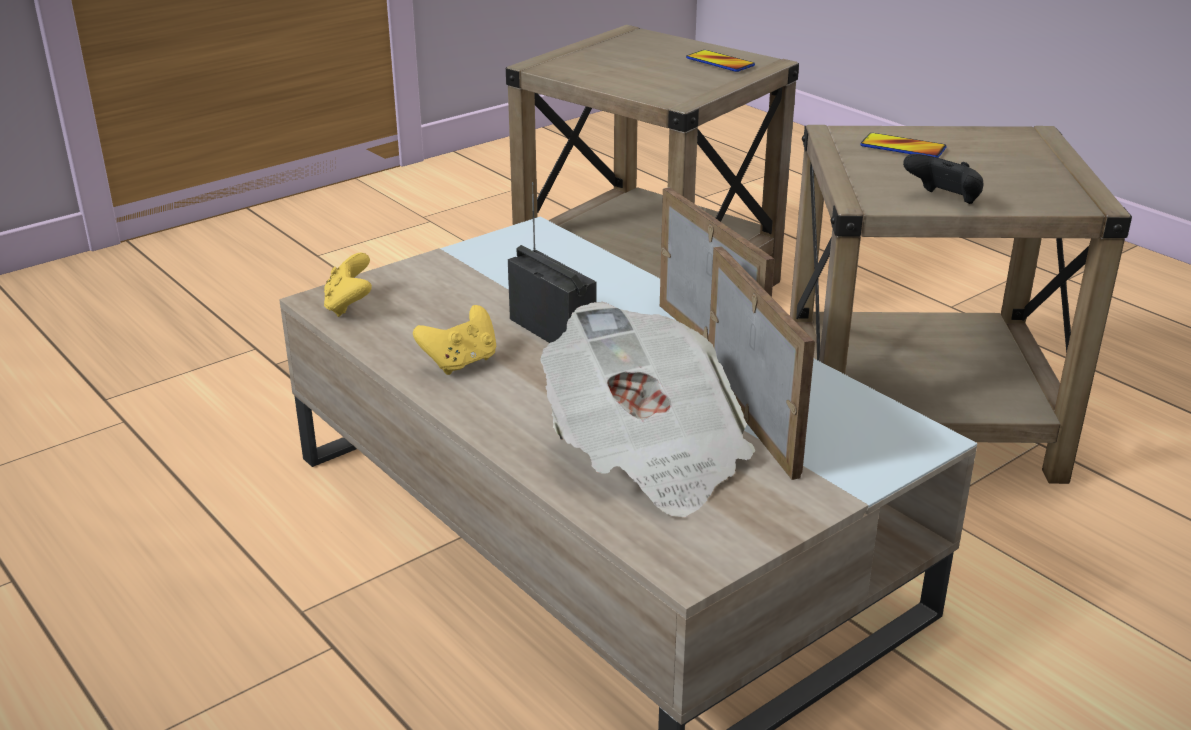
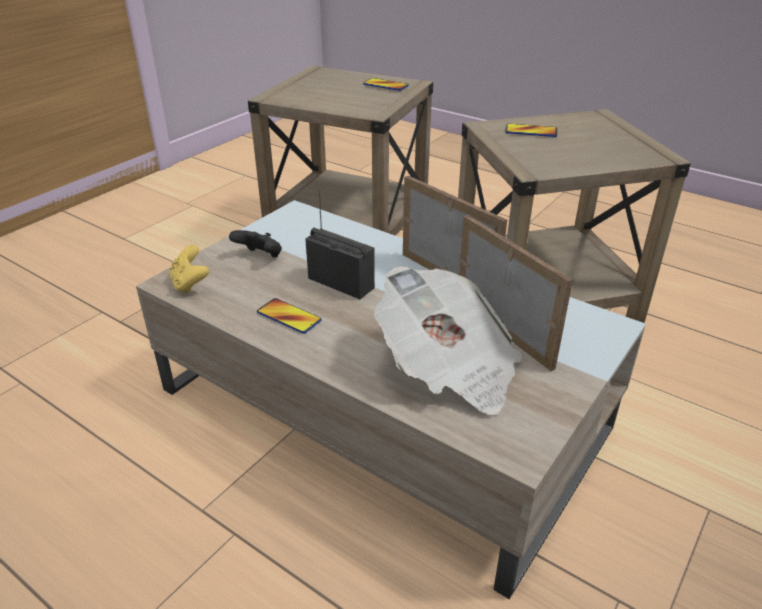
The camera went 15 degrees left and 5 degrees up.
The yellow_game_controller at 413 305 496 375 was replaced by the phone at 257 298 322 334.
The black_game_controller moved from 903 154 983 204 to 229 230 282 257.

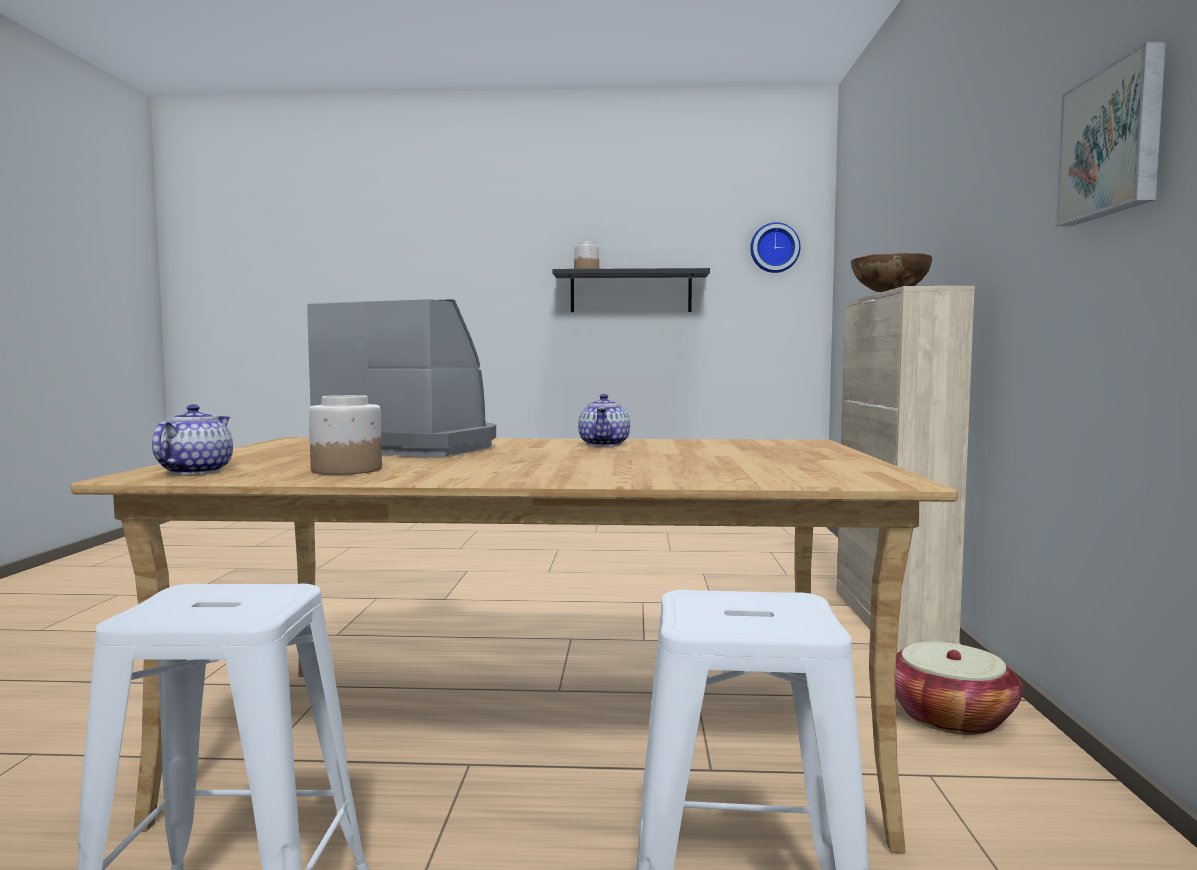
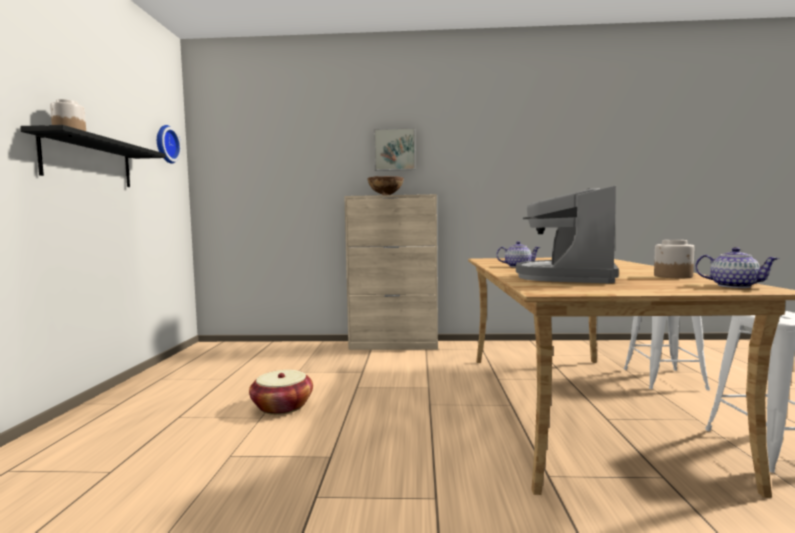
The camera went 90 degrees left and 0 degrees up.
The teapot at 152 404 233 475 turned 150 degrees counterclockwise.
The basket moved from 895 642 1022 735 to 249 370 313 415.
The picture moved from 1055 41 1166 226 to 374 128 415 171.

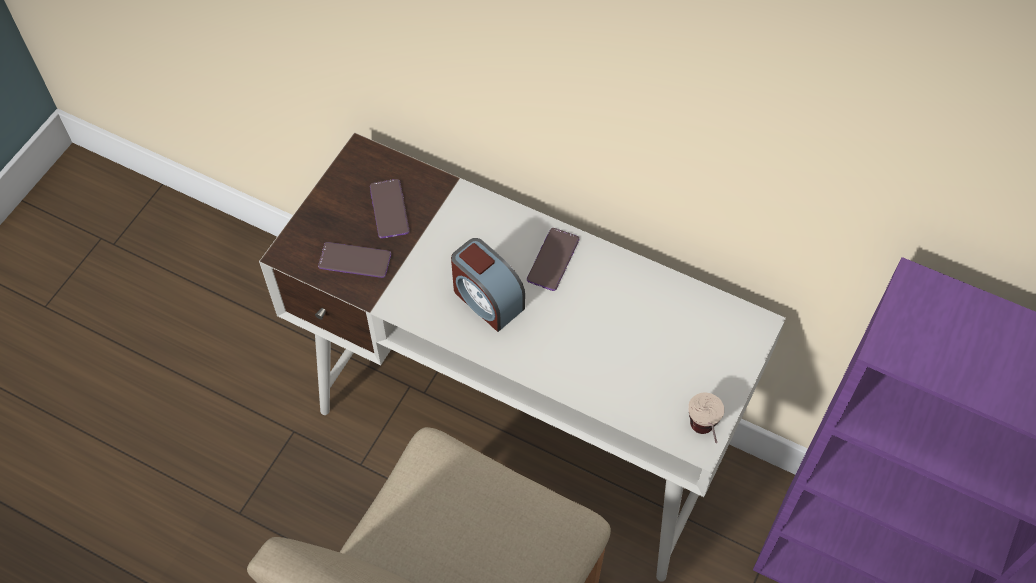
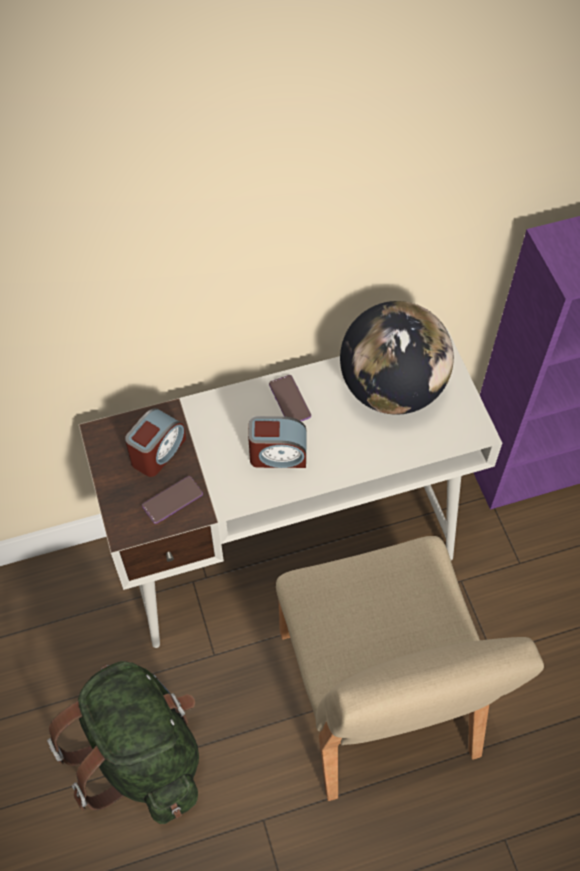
The camera went 45 degrees left and 0 degrees up.
The phone at 370 179 410 238 was replaced by the alarm_clock at 125 408 186 477.
The cup at 688 392 724 443 disappeared.
The green_backpack at 47 661 199 824 appeared.
The globe at 340 301 454 415 appeared.

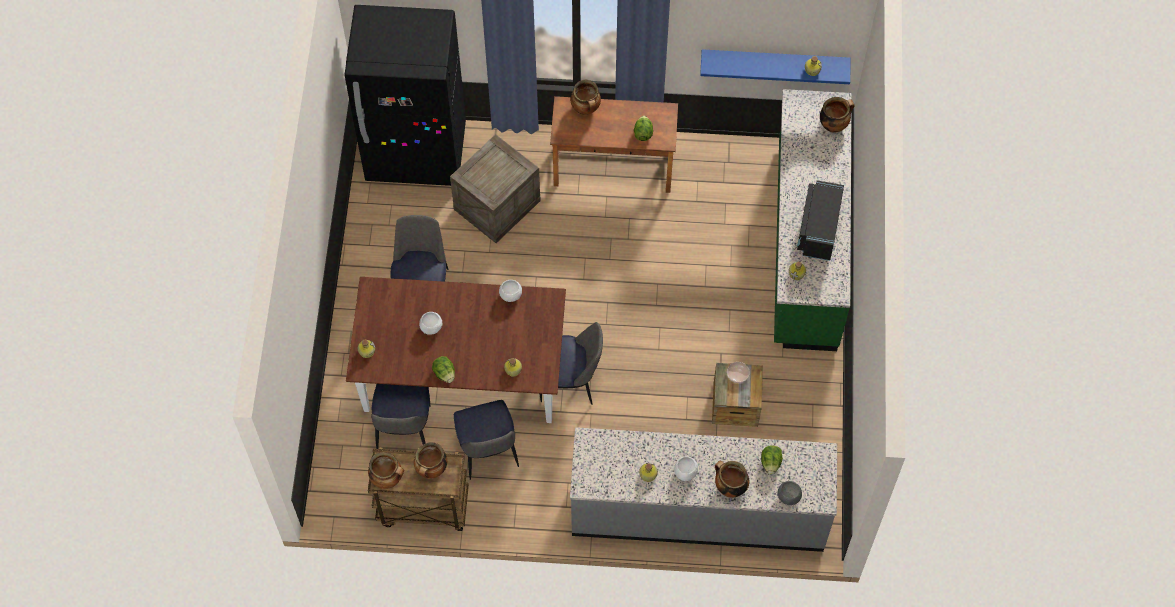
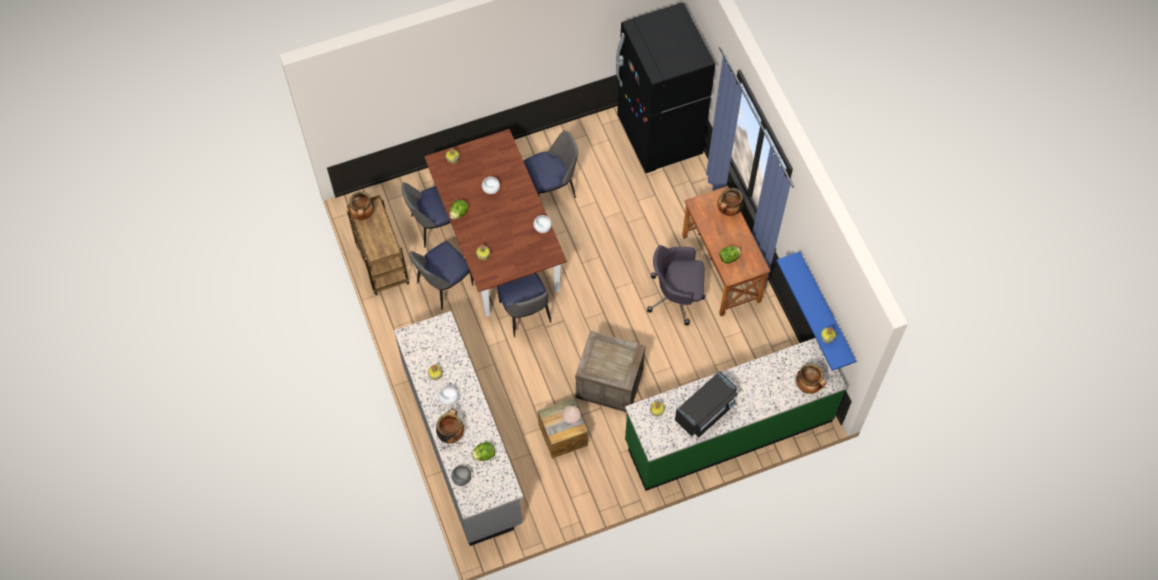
The camera went 65 degrees right and 0 degrees up.
The cooking_pot at 414 442 447 478 disappeared.
The crate moved from 450 134 541 243 to 575 331 645 412.
The black_microwave at 797 180 844 261 turned 150 degrees clockwise.
The grey_office_chair at 647 245 705 325 appeared.

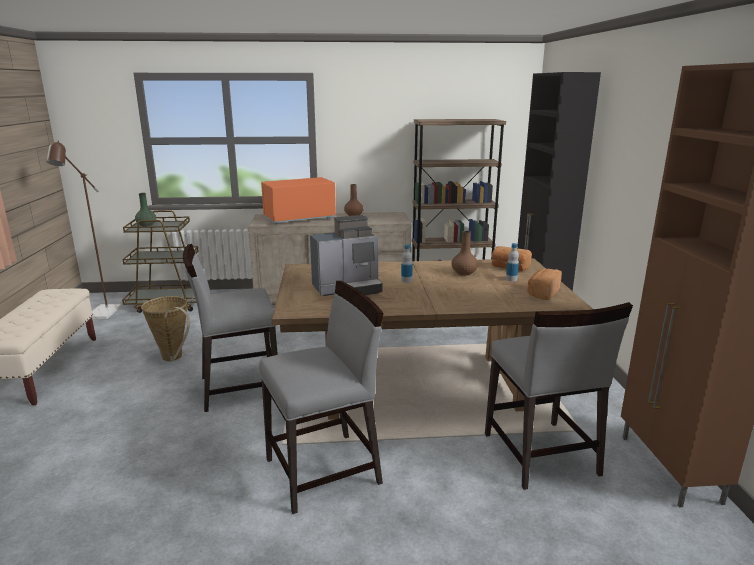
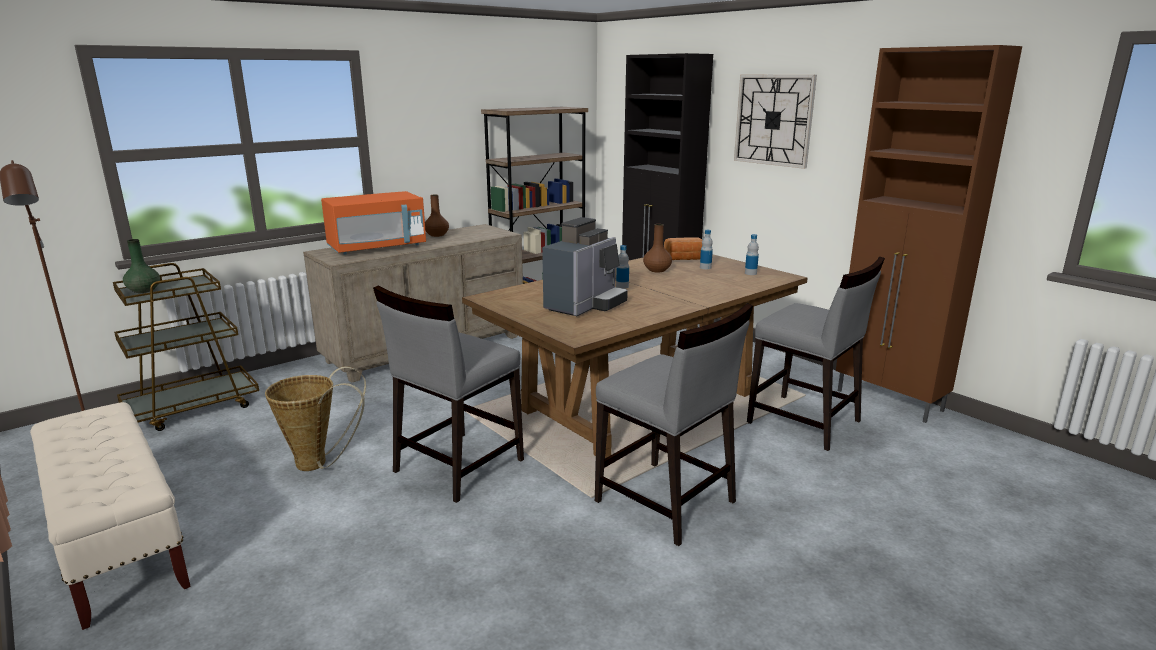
The camera went 35 degrees left and 0 degrees up.
The grey_chair at 259 281 383 514 turned 105 degrees clockwise.
The orange_microwave at 261 177 336 225 turned 150 degrees counterclockwise.
The bread at 527 269 562 300 was replaced by the bottle at 745 234 759 275.
The wall_clock at 734 75 817 169 appeared.

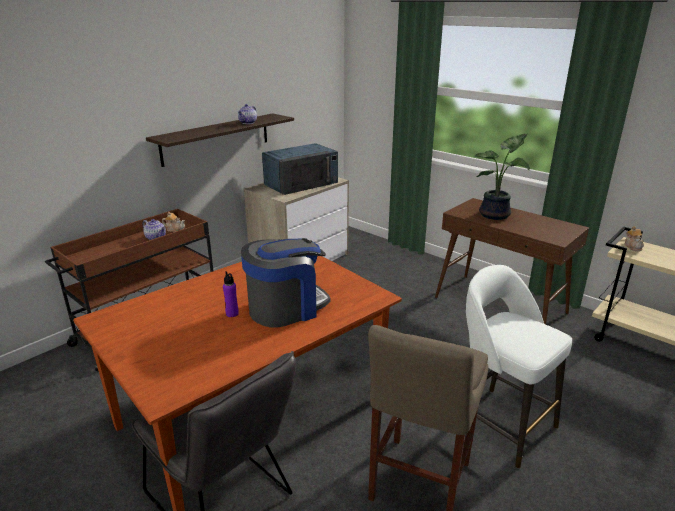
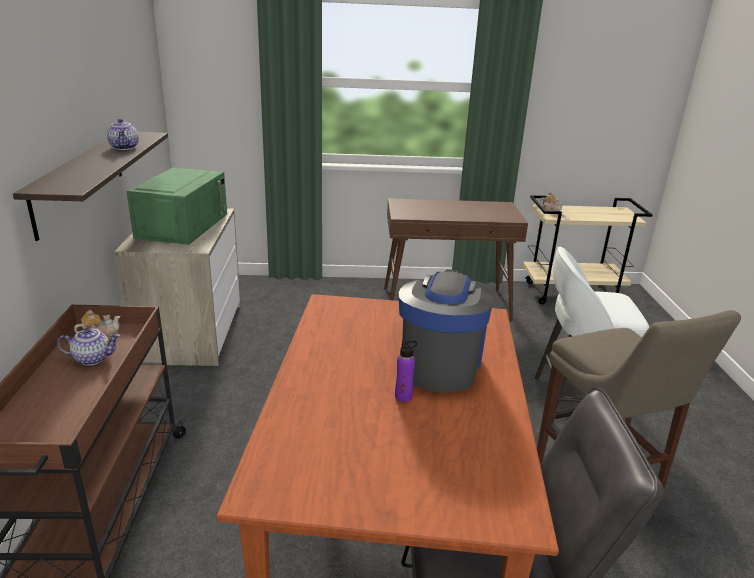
The camera went 45 degrees left and 0 degrees up.
The blue_microwave at 262 143 338 195 became the green_microwave at 127 167 227 245.
The potted_plant at 474 133 530 220 disappeared.

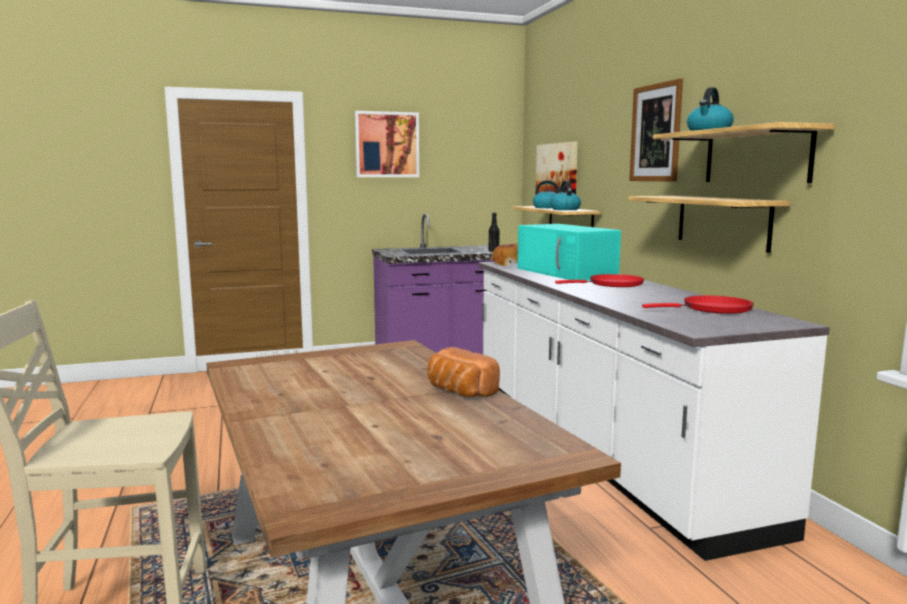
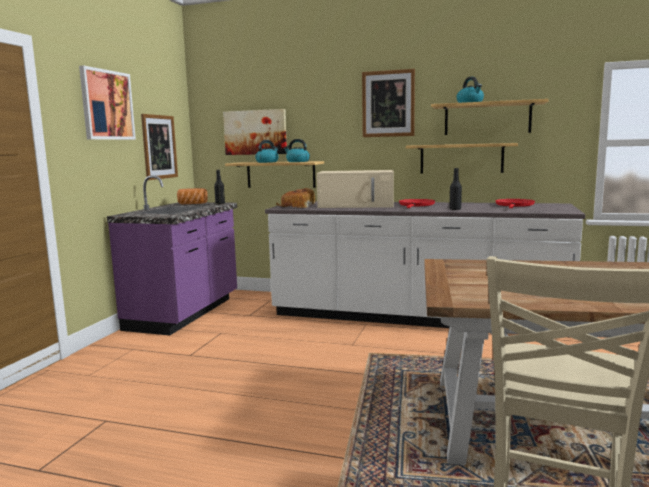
The camera went 55 degrees left and 0 degrees up.
The bread moved from 427 347 500 397 to 177 188 208 204.
The turquoise_microwave at 517 224 621 281 became the beige_microwave at 317 170 394 208.
The picture at 141 114 178 180 appeared.
The black_bottle at 449 168 462 210 appeared.

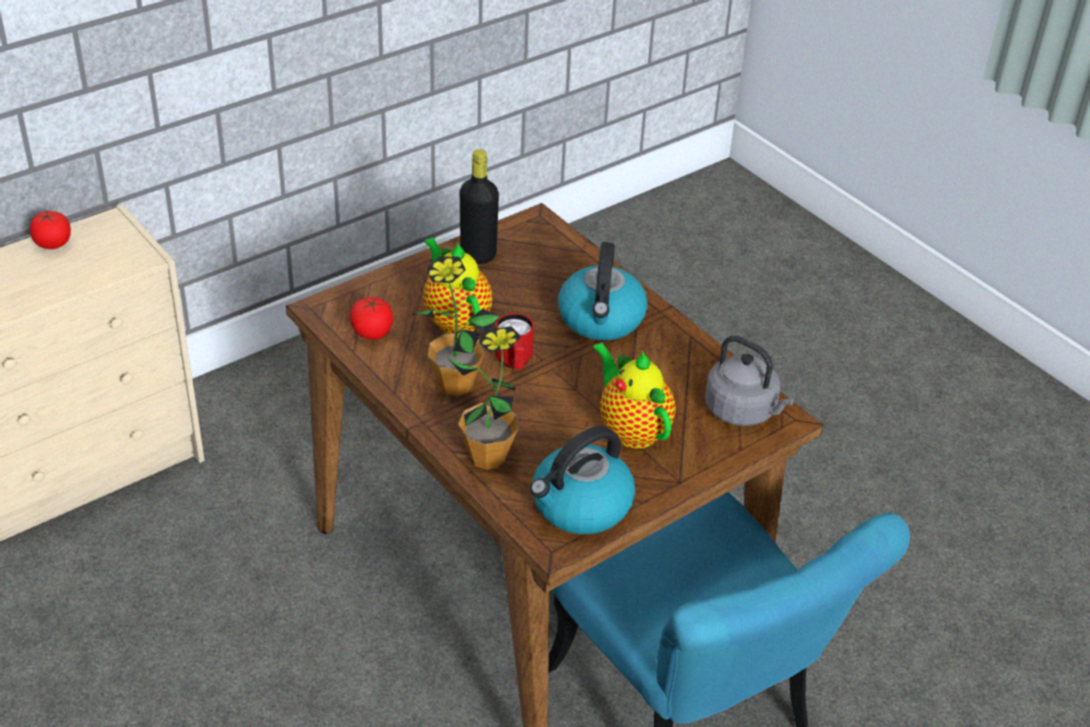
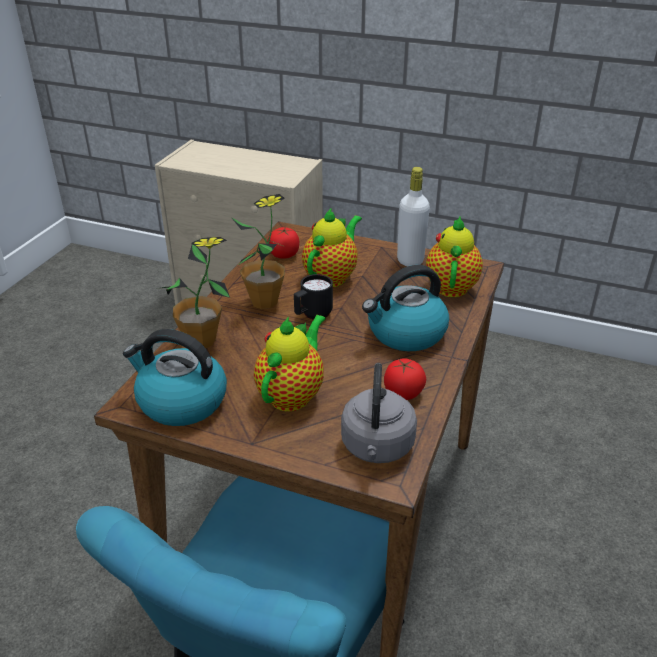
The camera went 60 degrees right and 5 degrees down.
The tomato moved from 30 211 71 249 to 384 358 426 400.
The black_bottle at 460 149 499 264 became the white_bottle at 397 167 430 266.
The red_mug at 495 313 534 370 became the black_mug at 294 274 333 320.
The teapot at 426 216 483 297 appeared.

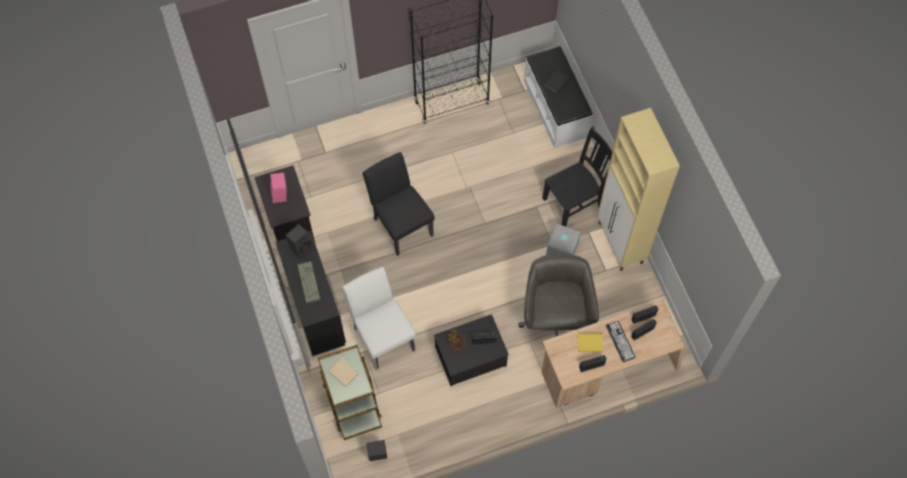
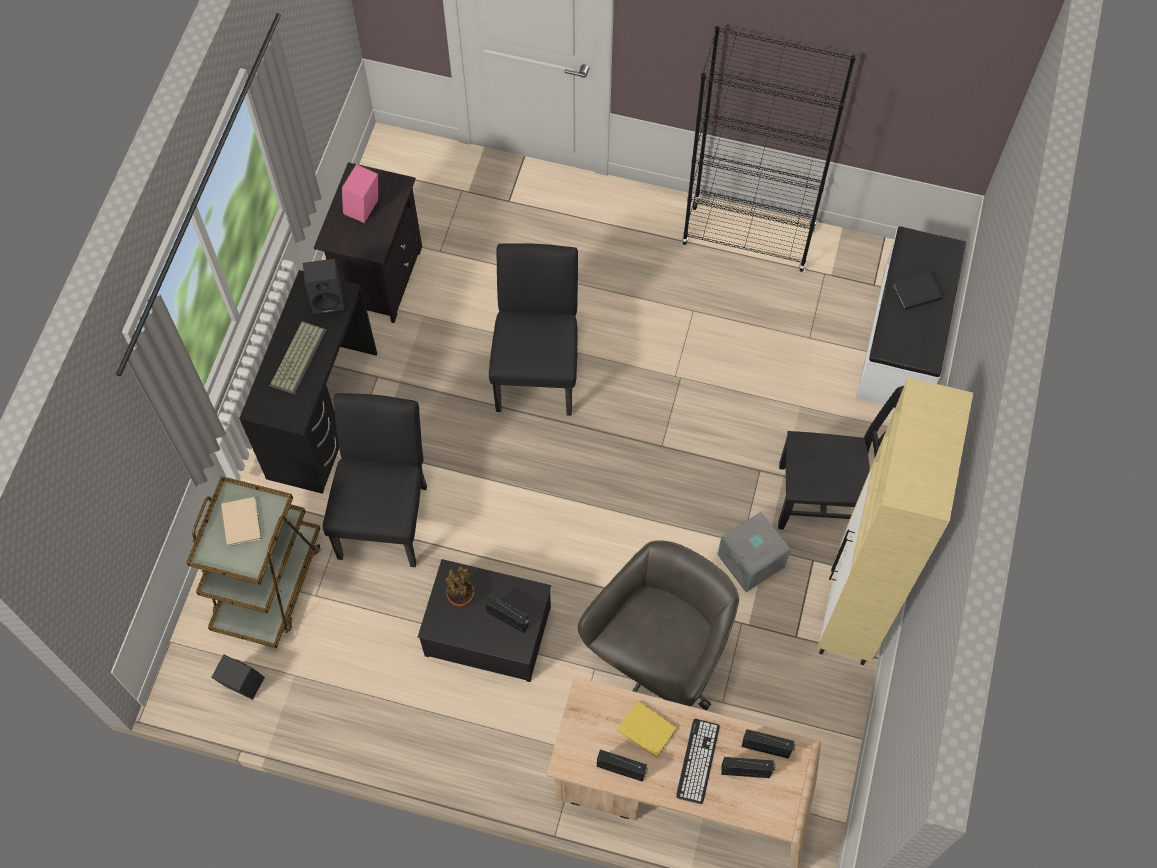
The camera went 35 degrees right and 0 degrees up.
The white_chair at 342 267 416 370 became the black_chair at 323 393 427 567.

